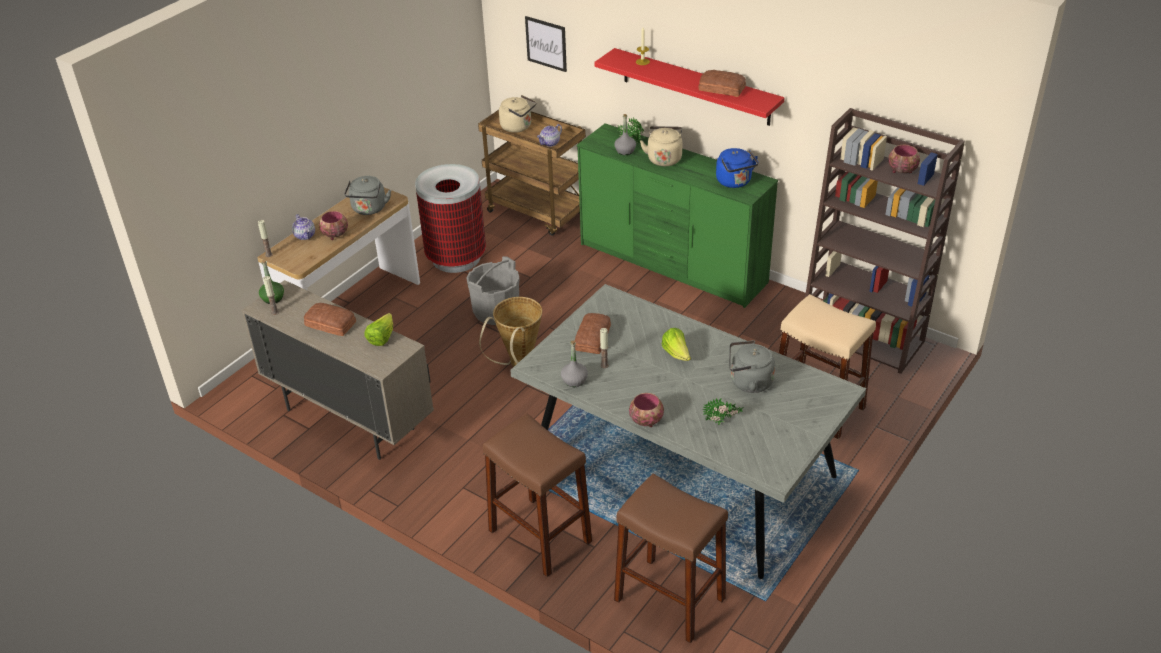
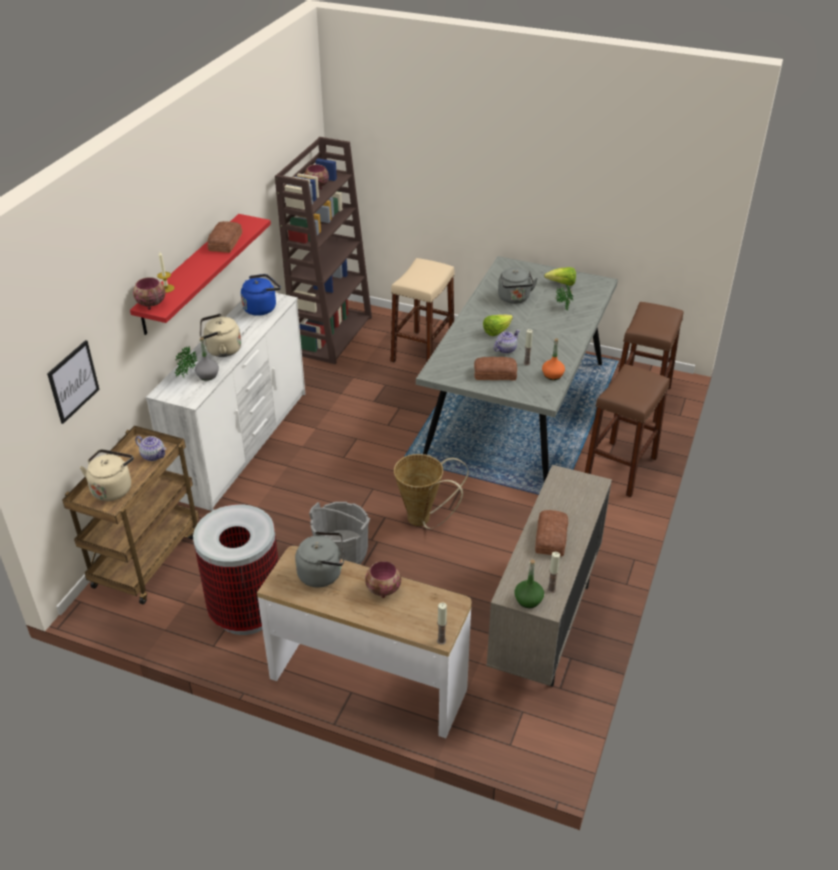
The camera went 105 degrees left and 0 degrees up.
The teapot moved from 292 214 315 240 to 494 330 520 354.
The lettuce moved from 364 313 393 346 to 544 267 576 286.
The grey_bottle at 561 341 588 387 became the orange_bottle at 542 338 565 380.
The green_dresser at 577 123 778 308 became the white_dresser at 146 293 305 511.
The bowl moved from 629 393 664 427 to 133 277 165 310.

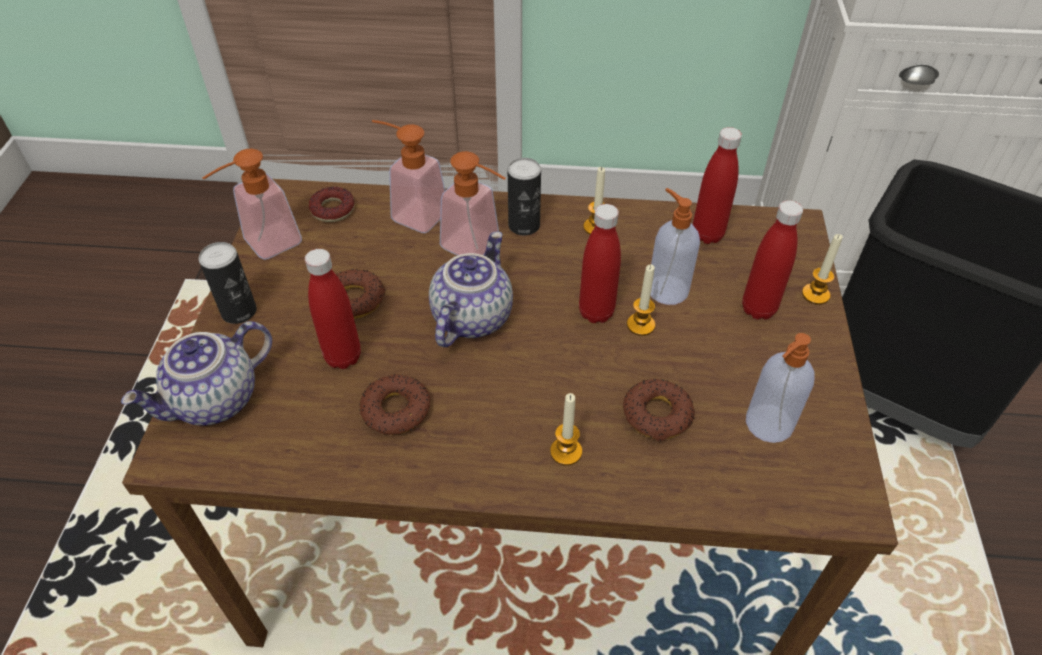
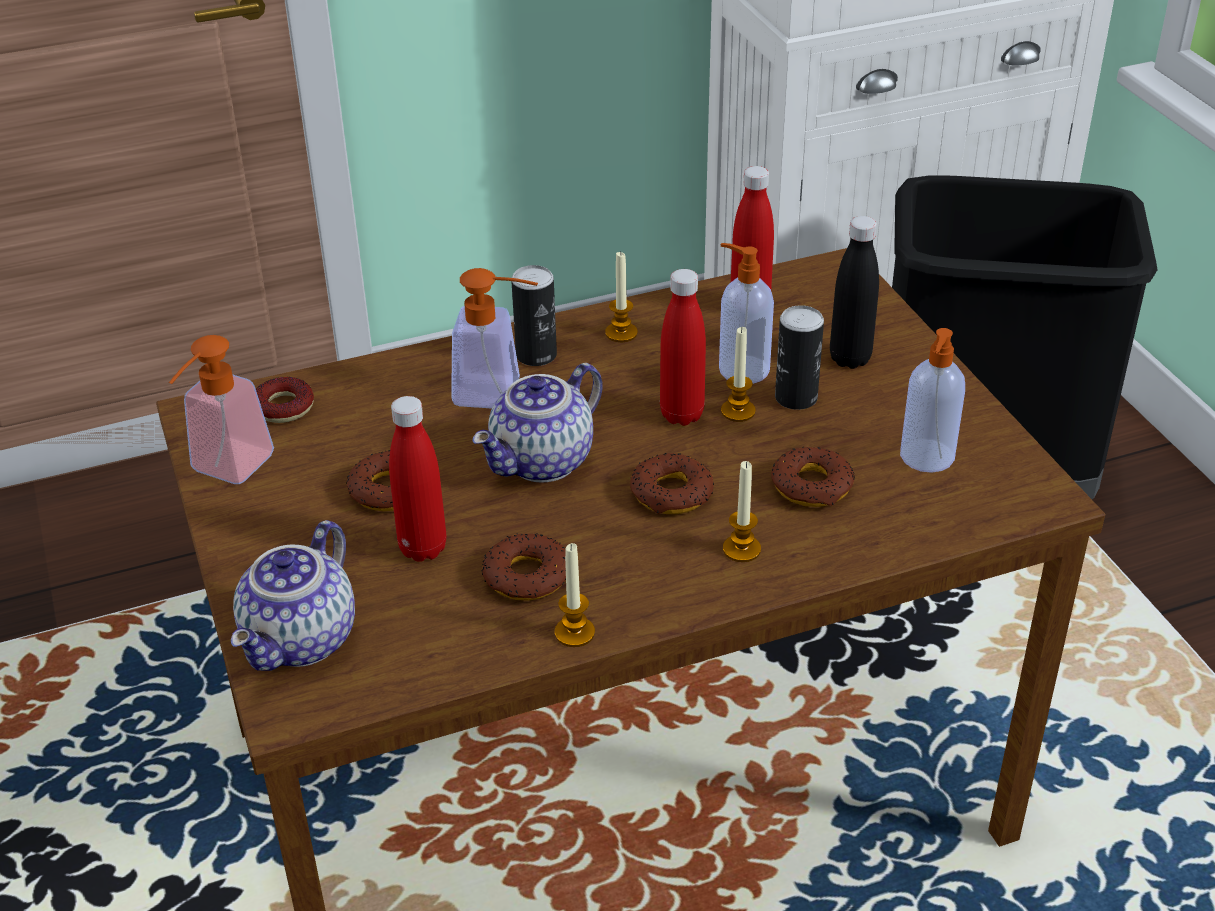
The camera went 25 degrees left and 10 degrees down.
The can moved from 198 242 257 324 to 775 305 824 410.
The soap_dispenser at 372 120 445 233 disappeared.
The teapot at 429 231 513 347 turned 135 degrees counterclockwise.
The red_bottle at 742 200 803 320 became the black_bottle at 830 216 879 369.
The candle moved from 802 234 843 305 to 555 543 595 647.
The donut at 630 453 714 514 appeared.

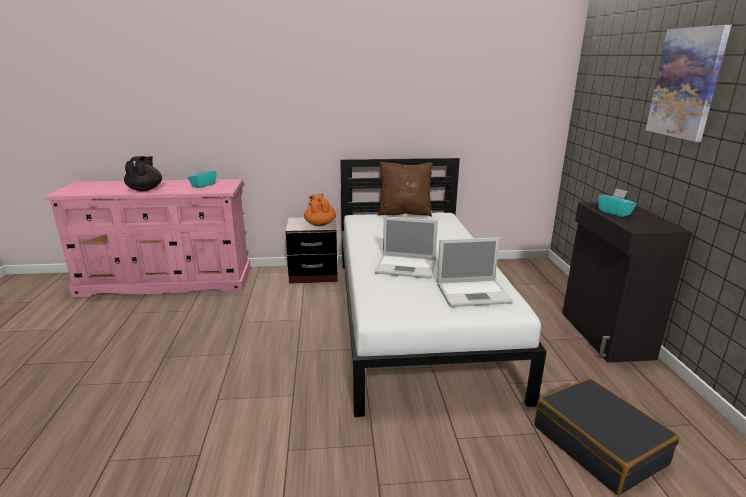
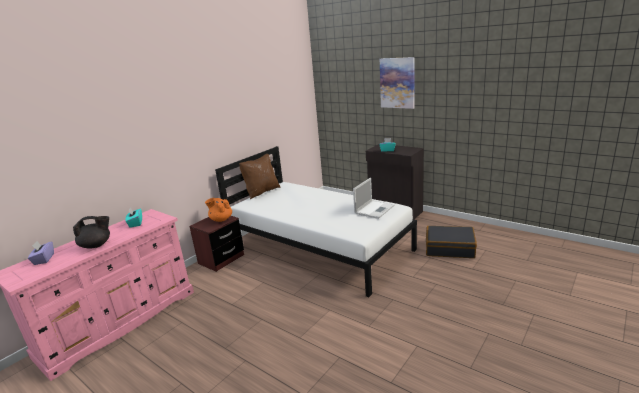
The camera went 45 degrees left and 0 degrees up.
The black_teapot at 124 156 162 191 turned 120 degrees clockwise.
The laptop at 375 217 438 279 disappeared.
The purple_tissue_box at 28 241 54 265 appeared.

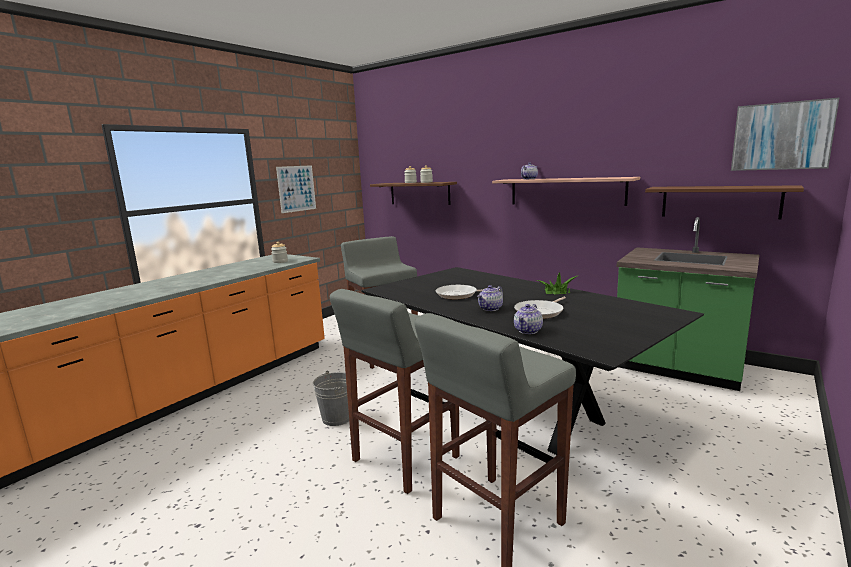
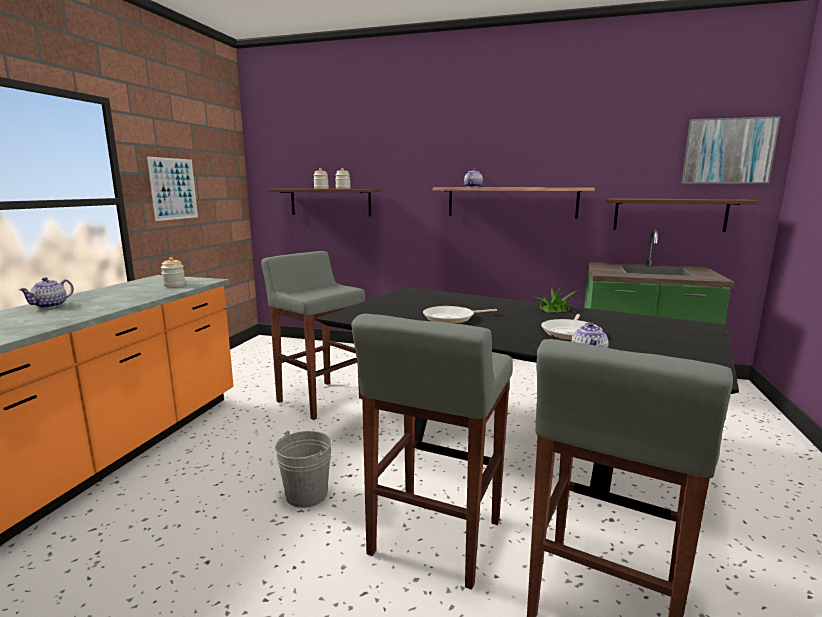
The camera went 20 degrees left and 0 degrees up.
The teapot moved from 477 285 503 311 to 19 277 74 308.

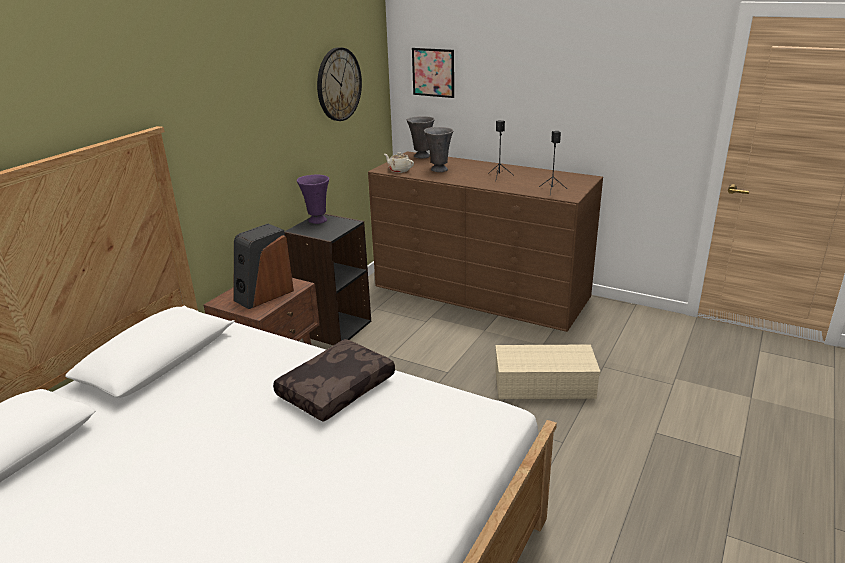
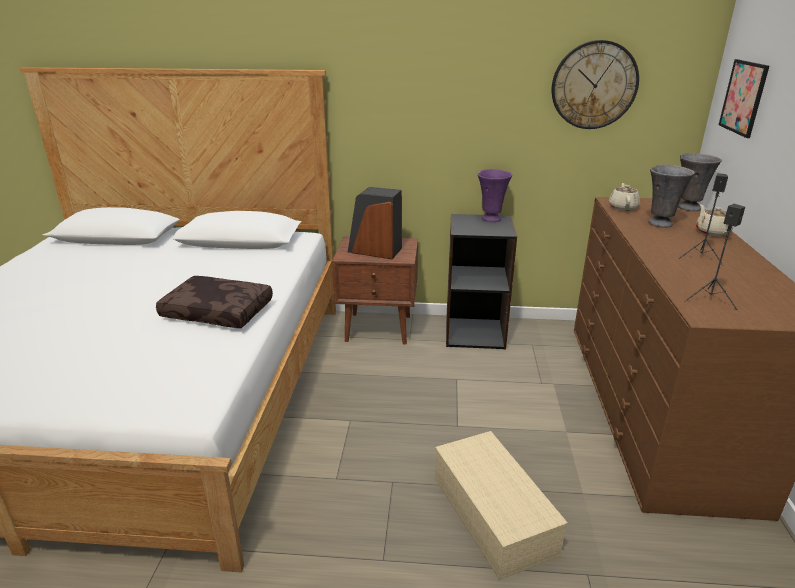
The camera went 65 degrees right and 0 degrees up.
The beige_teapot at 696 204 734 236 appeared.

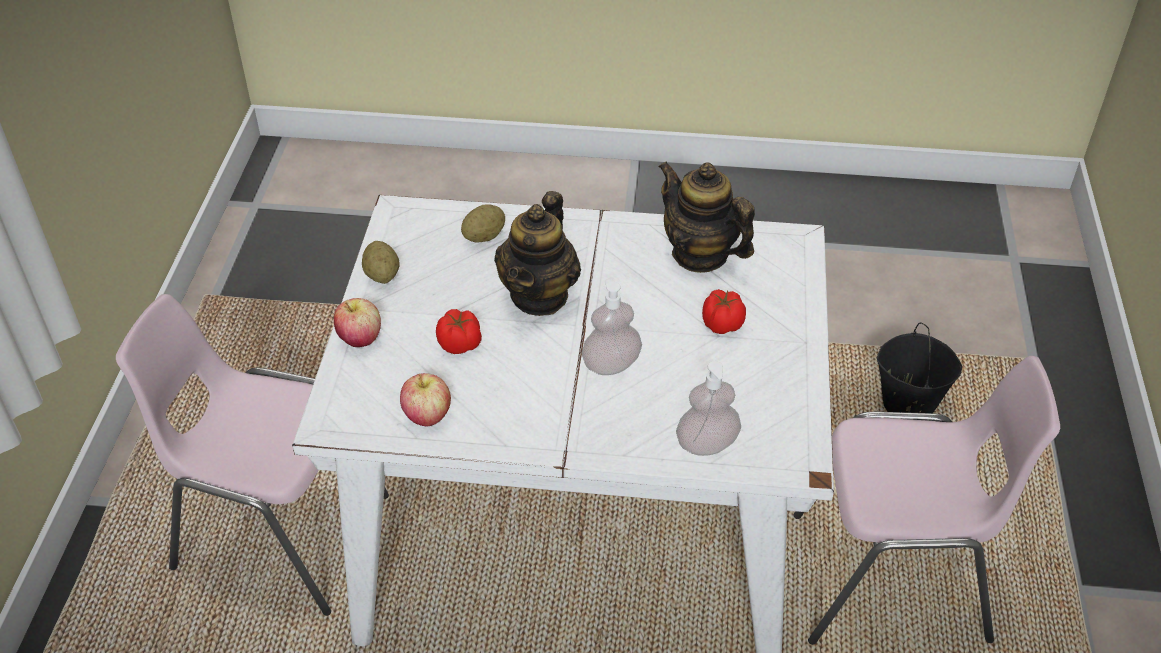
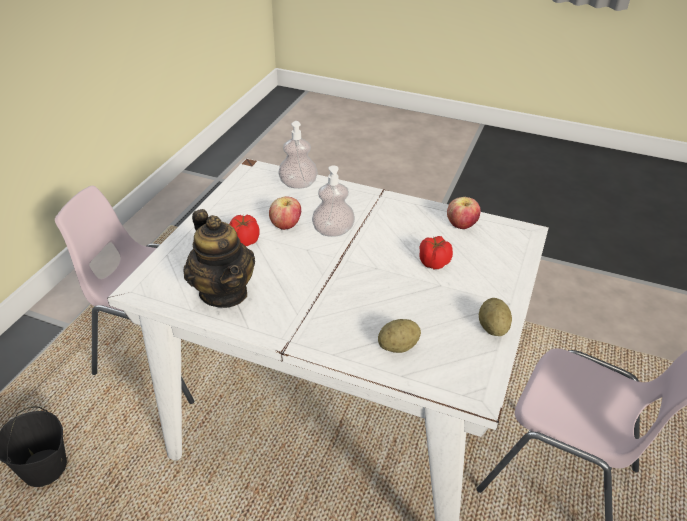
The camera went 165 degrees left and 5 degrees down.
The apple moved from 334 298 381 347 to 269 196 301 230.
The teapot at 494 191 581 316 disappeared.

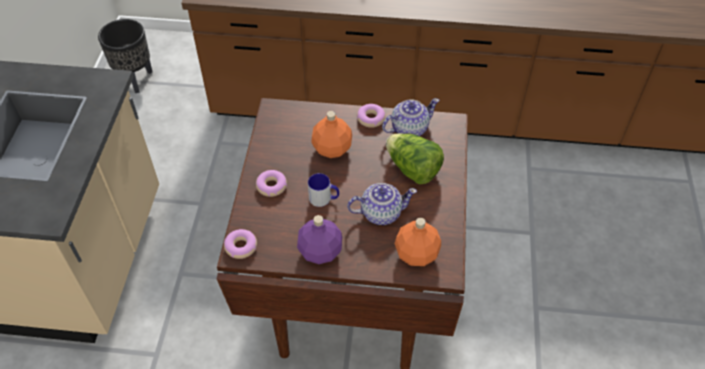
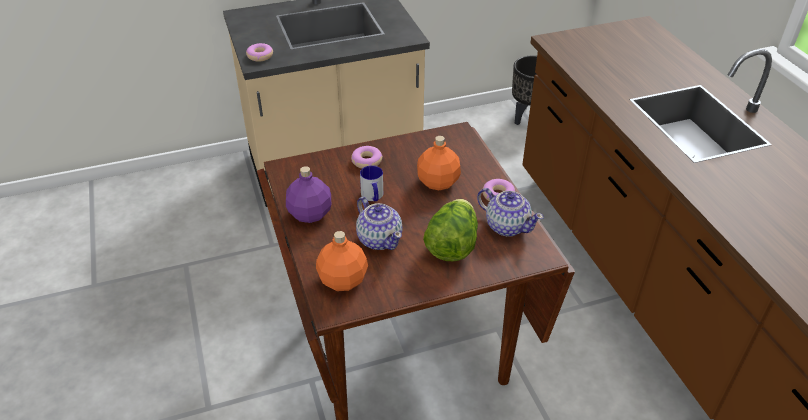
The camera went 65 degrees right and 10 degrees down.
The donut moved from 224 229 257 259 to 246 43 273 62.

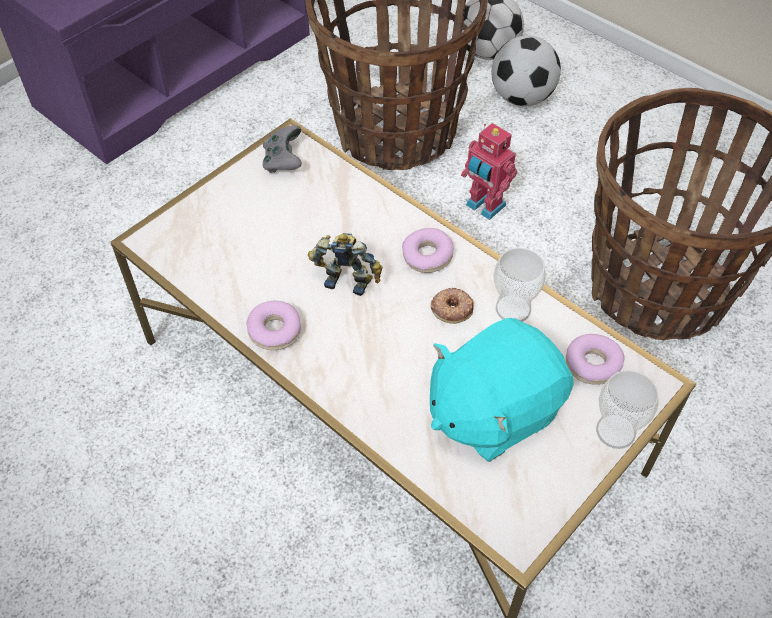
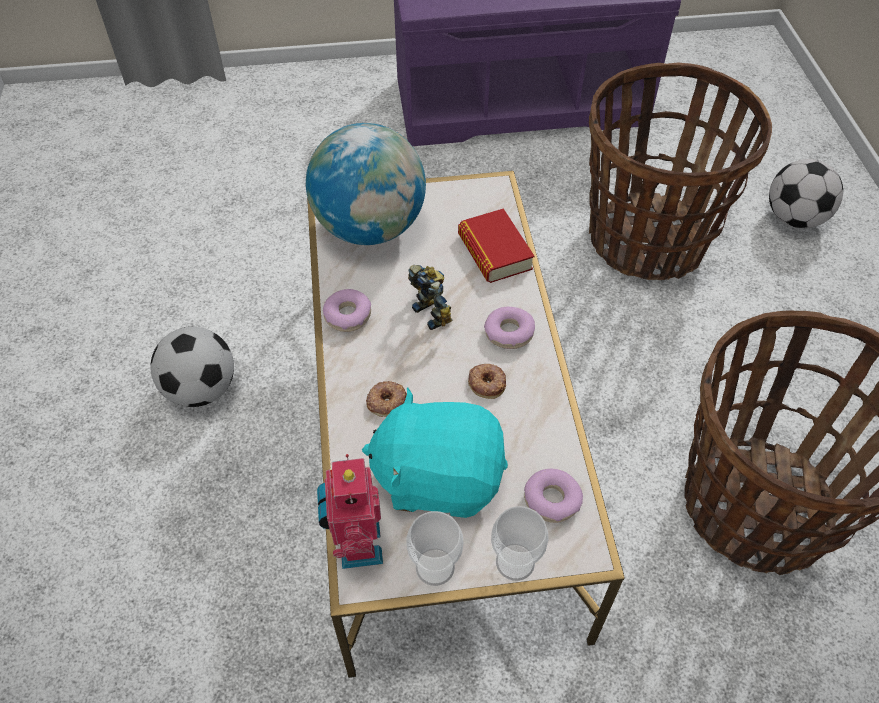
The camera went 40 degrees right and 0 degrees up.
The grey_game_controller at 263 125 302 173 disappeared.
The toy_robot moved from 461 123 517 220 to 317 454 383 569.
The football moved from 491 35 561 106 to 150 327 234 407.
The cup moved from 494 248 546 322 to 406 511 463 586.
The globe at 306 123 426 245 appeared.
The donut at 366 381 407 417 appeared.
The book at 458 209 535 283 appeared.

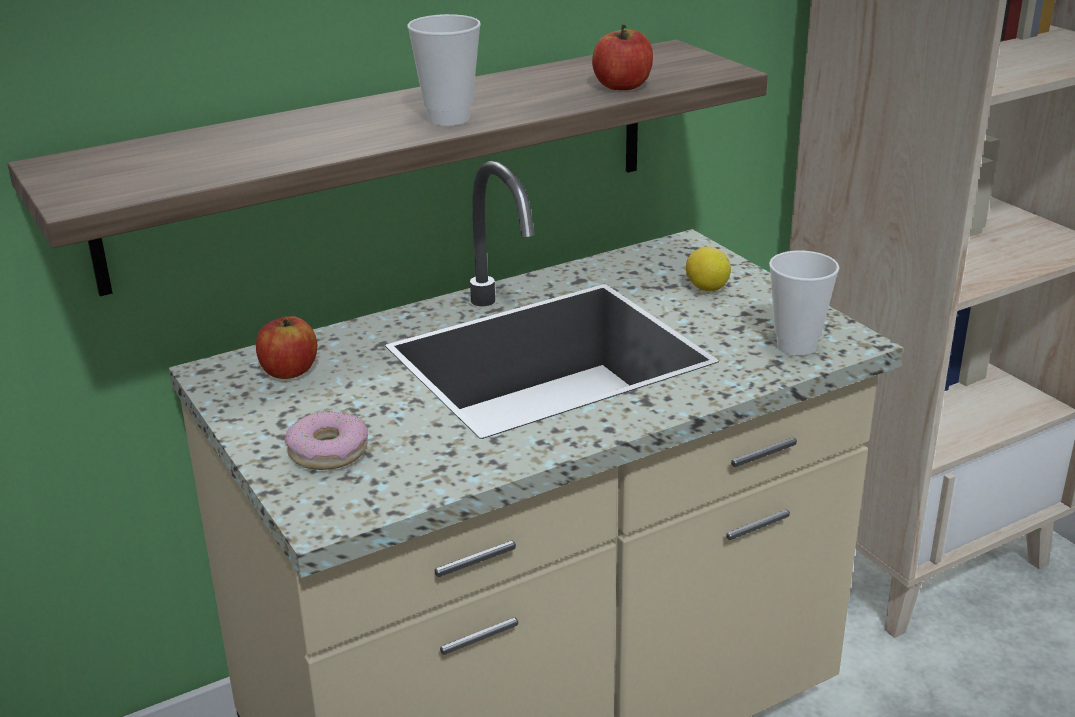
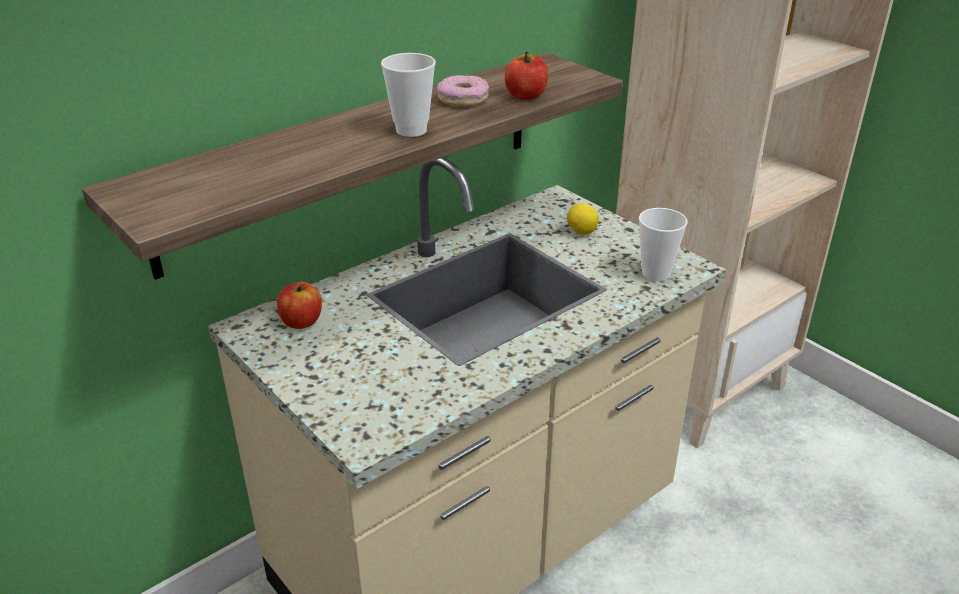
The camera went 10 degrees left and 5 degrees up.
The donut moved from 285 411 368 470 to 437 75 489 107.

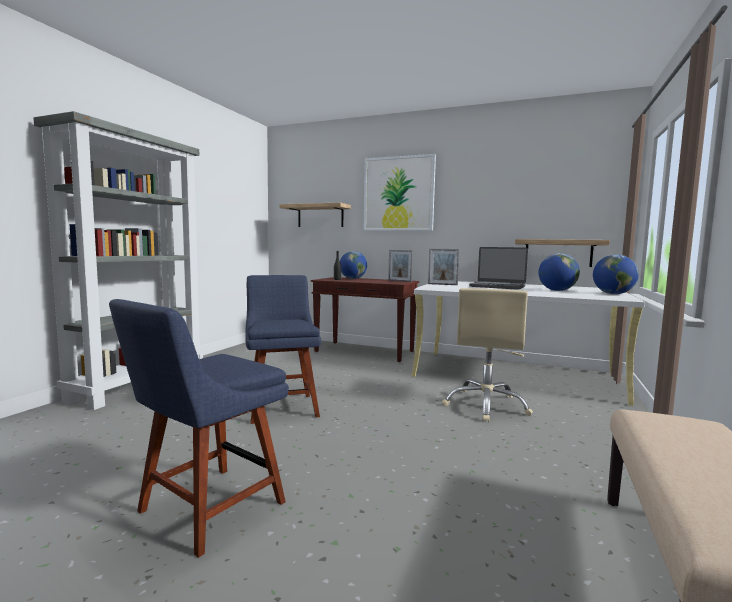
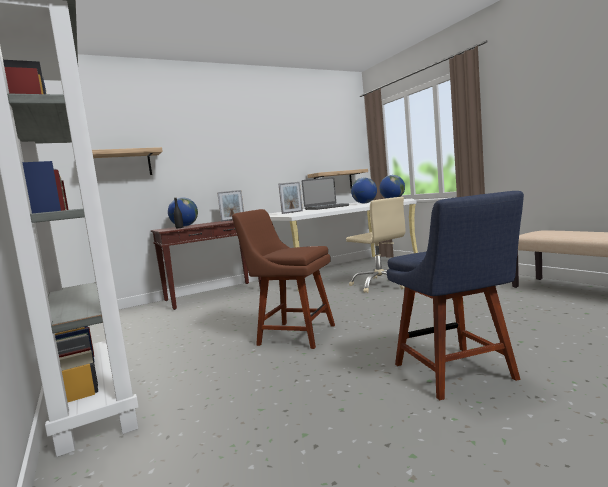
The camera went 50 degrees left and 0 degrees up.
The blue_chair at 245 275 321 424 became the brown_chair at 232 209 335 349.
The picture at 364 154 436 231 disappeared.

